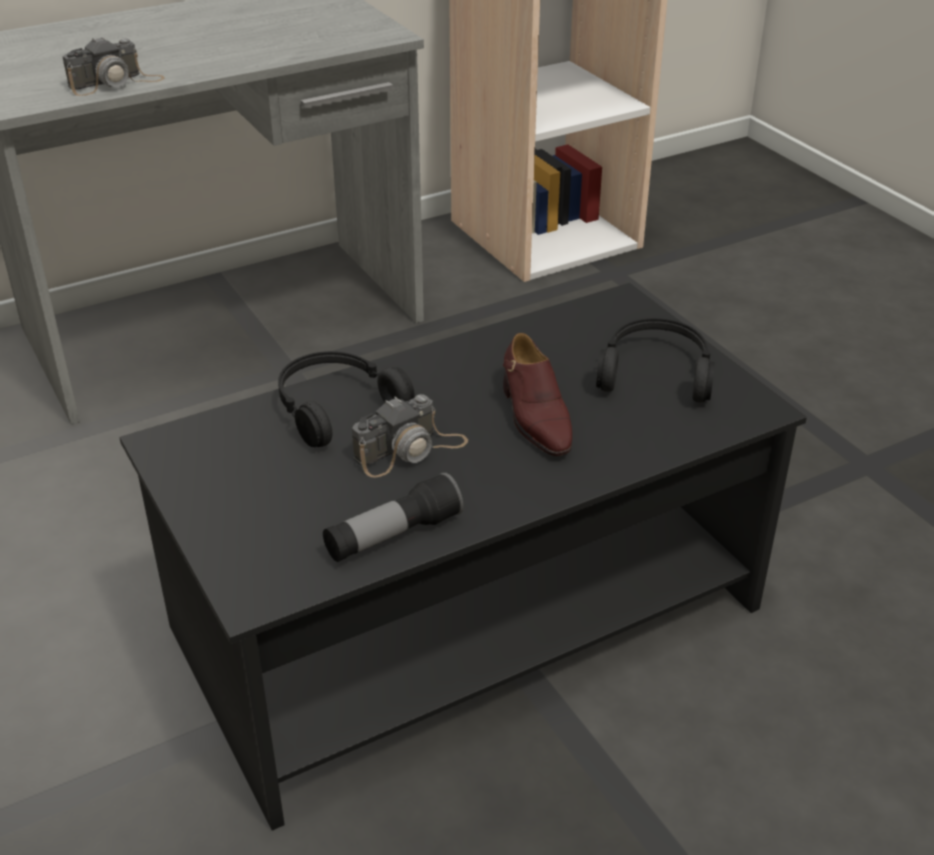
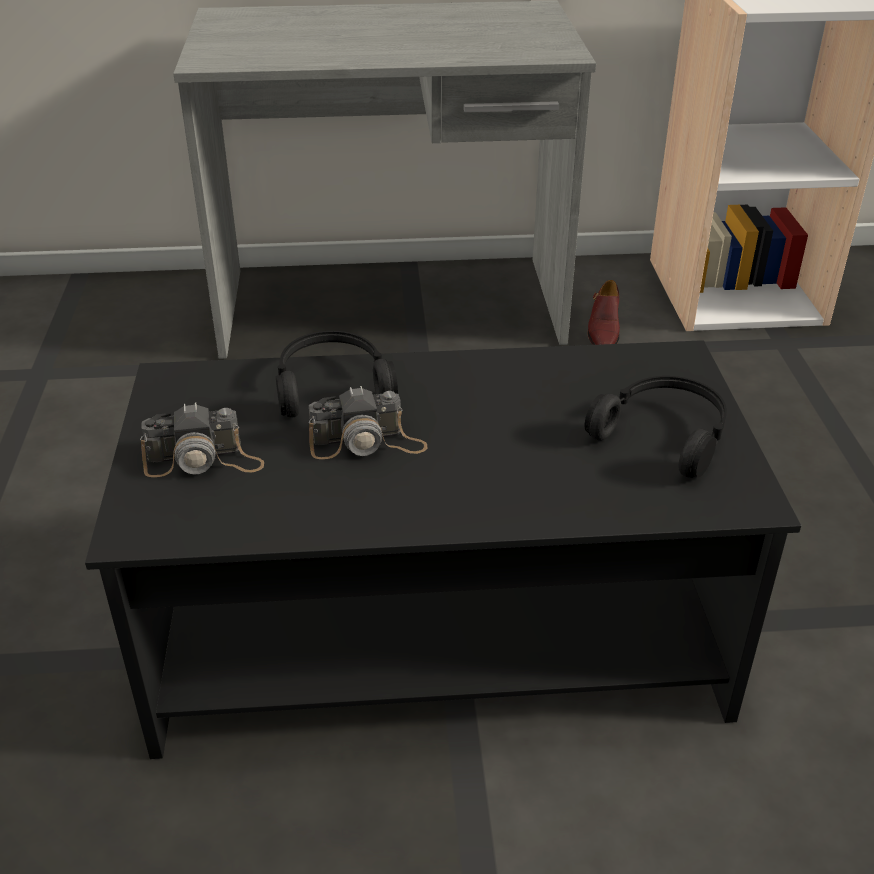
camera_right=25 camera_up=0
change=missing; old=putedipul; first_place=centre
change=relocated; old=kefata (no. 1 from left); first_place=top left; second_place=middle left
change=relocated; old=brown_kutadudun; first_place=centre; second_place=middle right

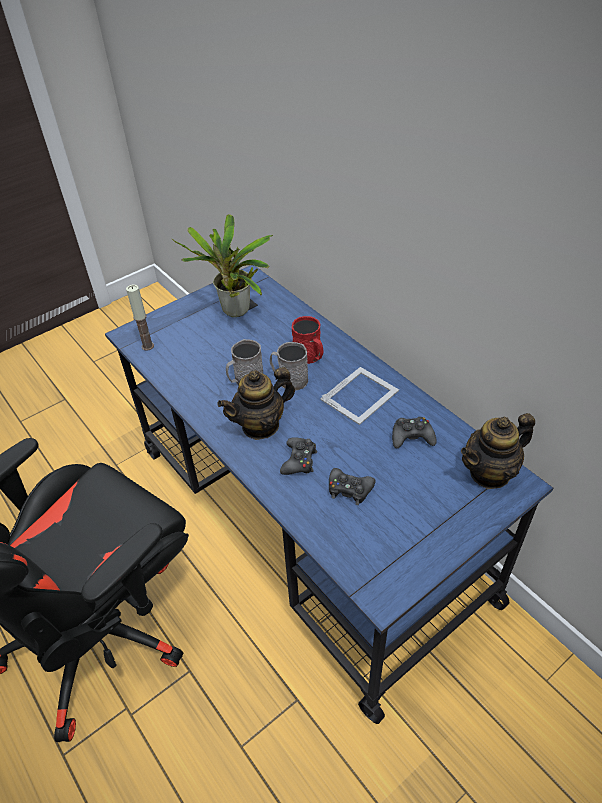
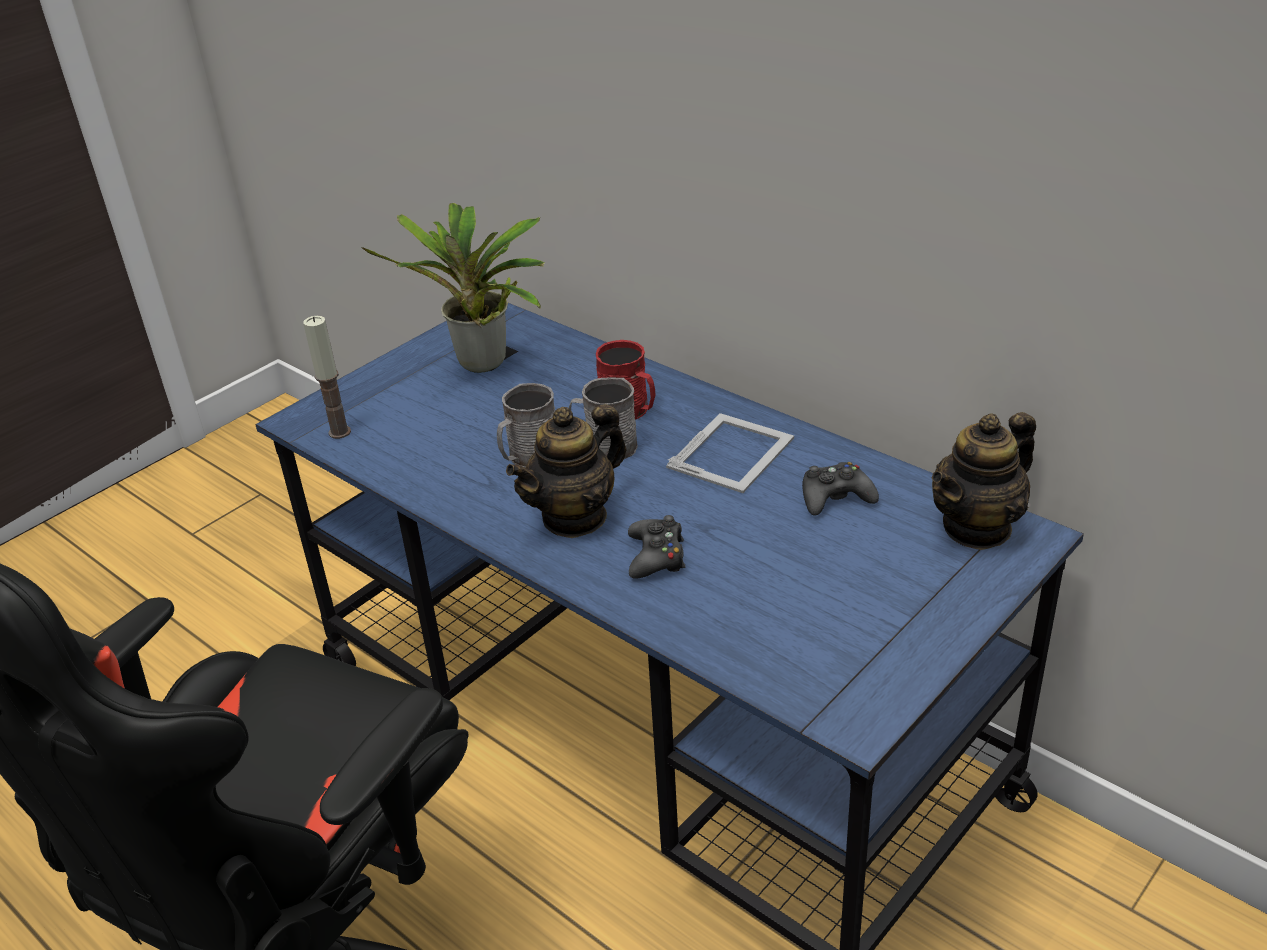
camera_right=-10 camera_up=-10
change=missing; old=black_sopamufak (no. 2 from left); first_place=centre

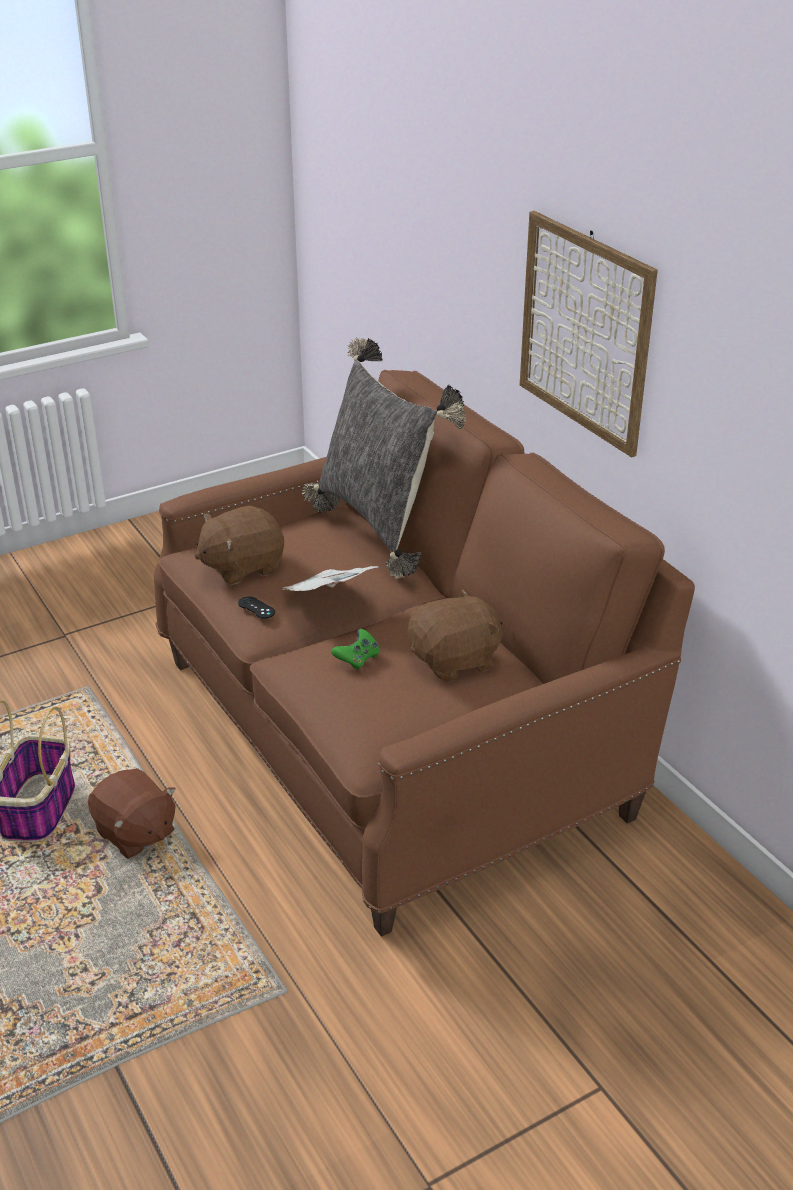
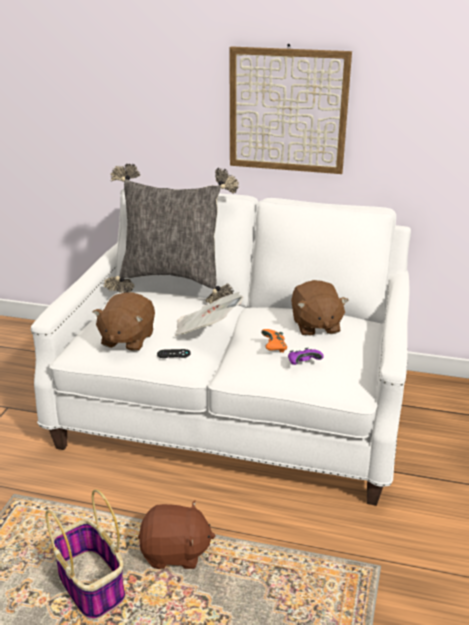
camera_right=-45 camera_up=-5
change=appeared; new=purple_sopamufak; second_place=centre
change=colour; old=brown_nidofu; new=white_nidofu; first_place=centre; second_place=centre
change=colour; old=green_sopamufak; new=orange_sopamufak; first_place=centre; second_place=centre
change=spun; old=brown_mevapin (no. 3 from left); first_place=centre; second_place=middle right; degrees=150

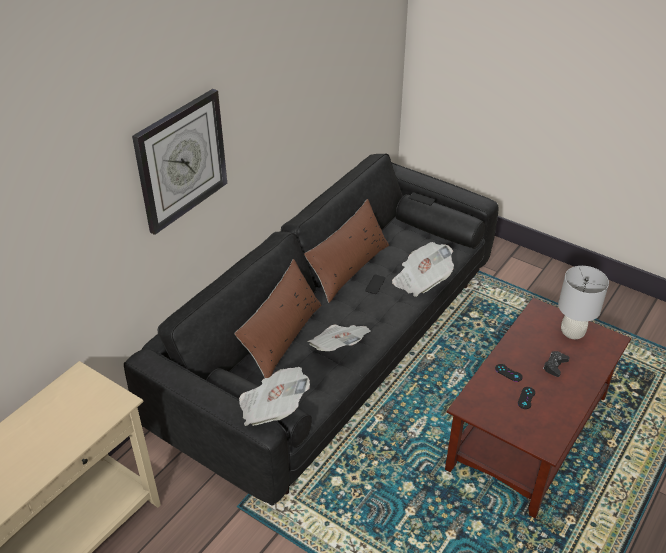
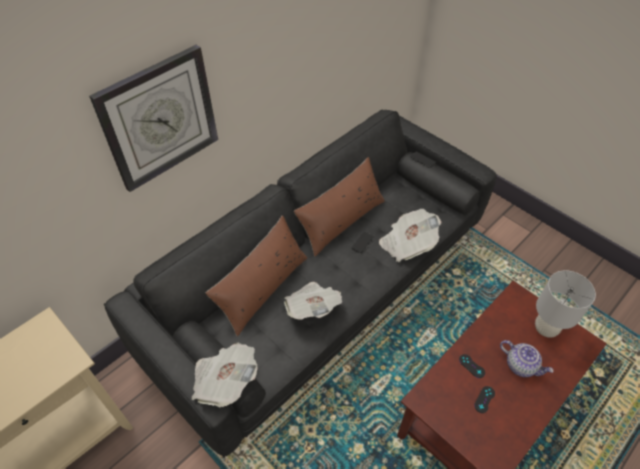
camera_right=10 camera_up=10
change=exchanged; old=black_sopamufak (no. 3 from left); new=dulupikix; first_place=middle right; second_place=bottom right

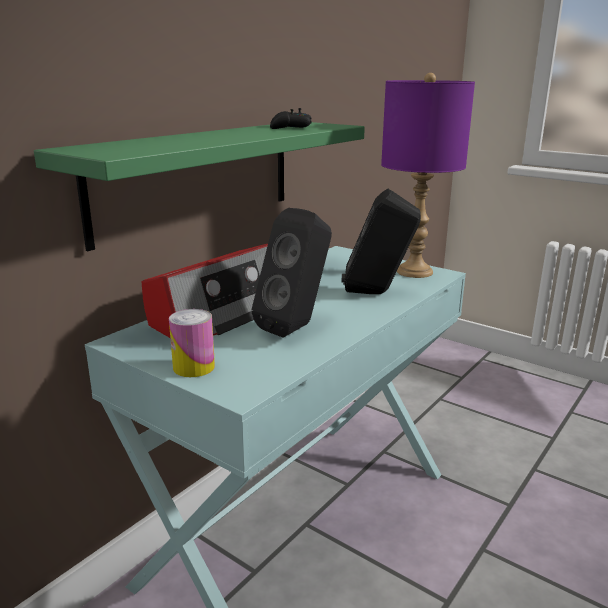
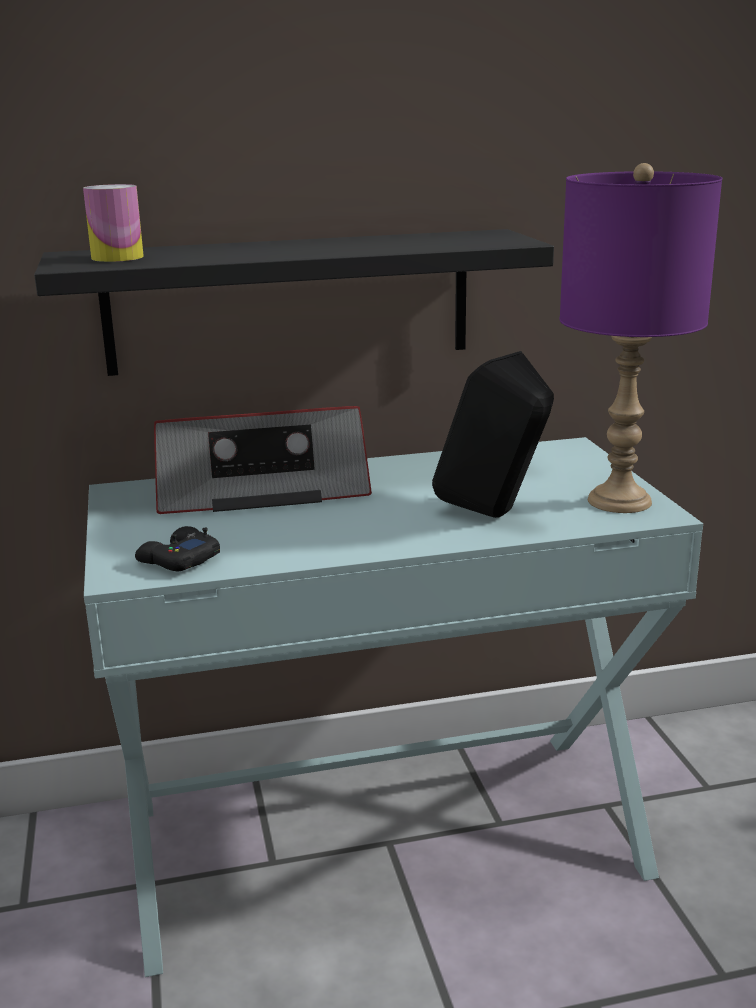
camera_right=40 camera_up=0
change=missing; old=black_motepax (no. 1 from left); first_place=centre
change=relocated; old=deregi; first_place=middle left; second_place=top left
change=relocated; old=black_sopamufak; first_place=top centre; second_place=middle left
change=colour; old=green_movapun; new=black_movapun; first_place=top left; second_place=top centre

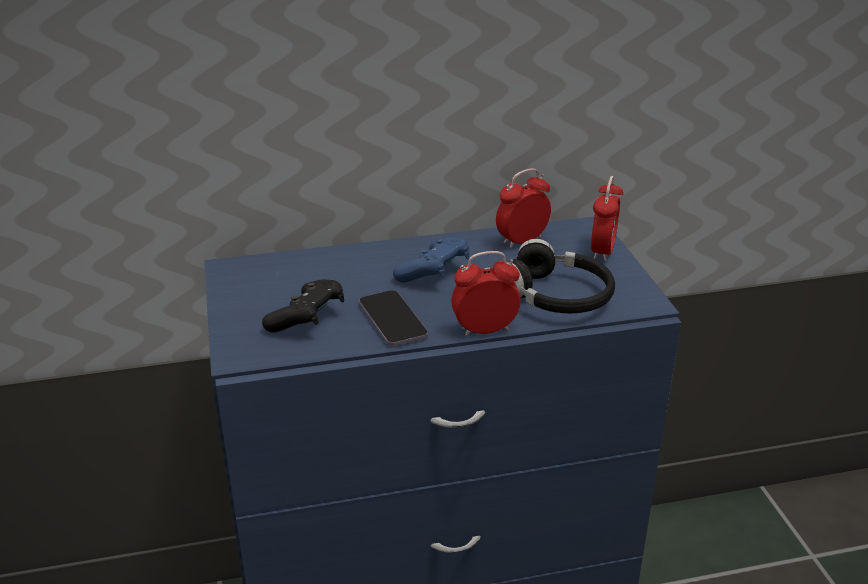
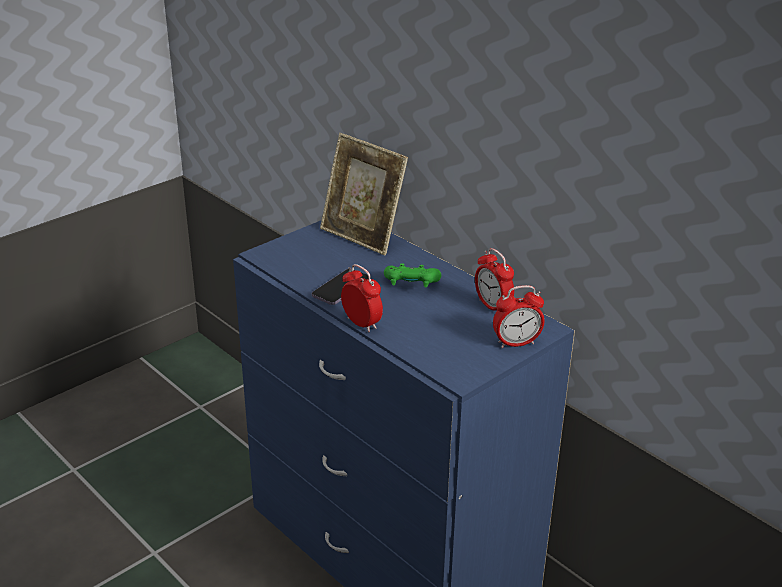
camera_right=60 camera_up=0
change=missing; old=black_sopamufak; first_place=centre
change=missing; old=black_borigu; first_place=centre
change=appeared; new=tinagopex; second_place=top centre
change=colour; old=blue_sopamufak; new=green_sopamufak; first_place=centre; second_place=centre
change=spun; old=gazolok (no. 2 from left); first_place=centre; second_place=centre; degrees=-150

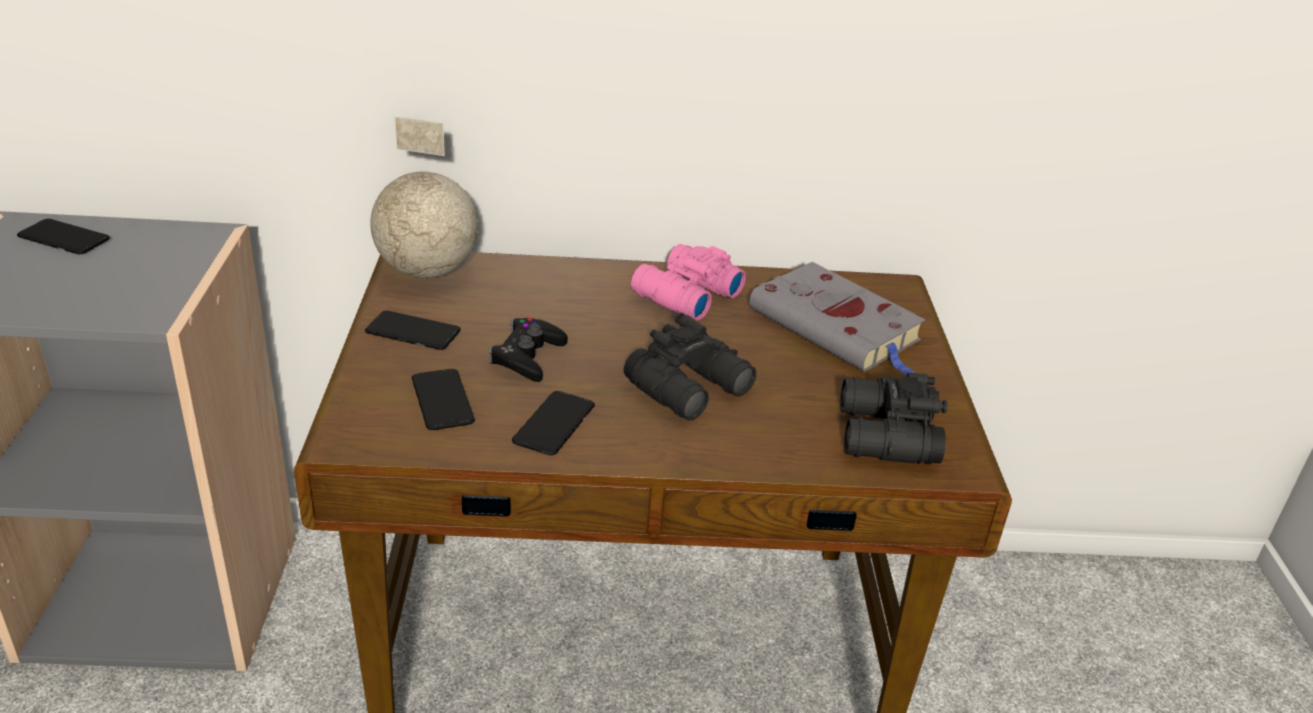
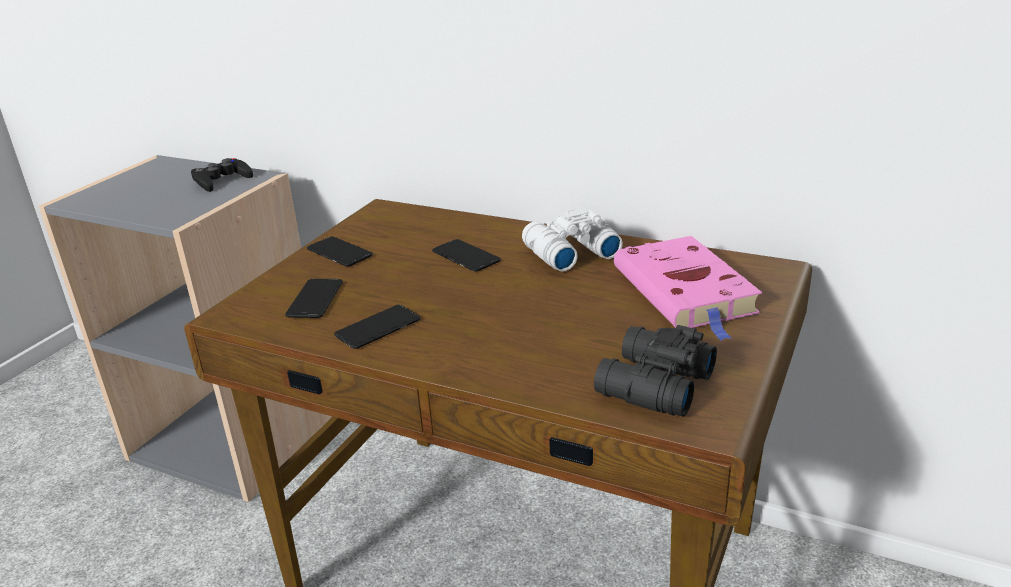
camera_right=30 camera_up=-5
change=missing; old=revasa; first_place=top left
change=missing; old=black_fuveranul (no. 1 from left); first_place=centre
change=relocated; old=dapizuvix (no. 1 from left in the first image); new=dapizuvix (no. 4 from left); first_place=top left; second_place=centre
change=relocated; old=black_sopamufak; first_place=centre; second_place=top left
change=colour; old=pink_fuveranul; new=white_fuveranul; first_place=centre; second_place=centre
change=colour; old=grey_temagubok; new=pink_temagubok; first_place=centre; second_place=middle right

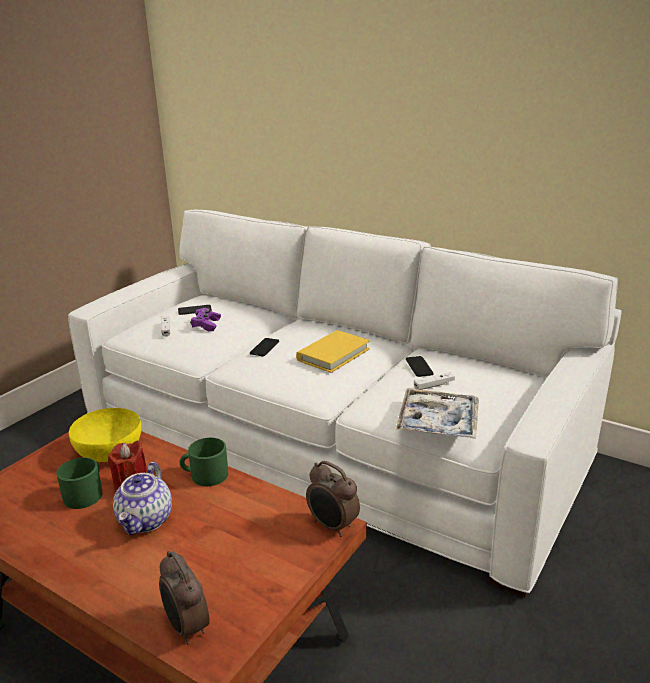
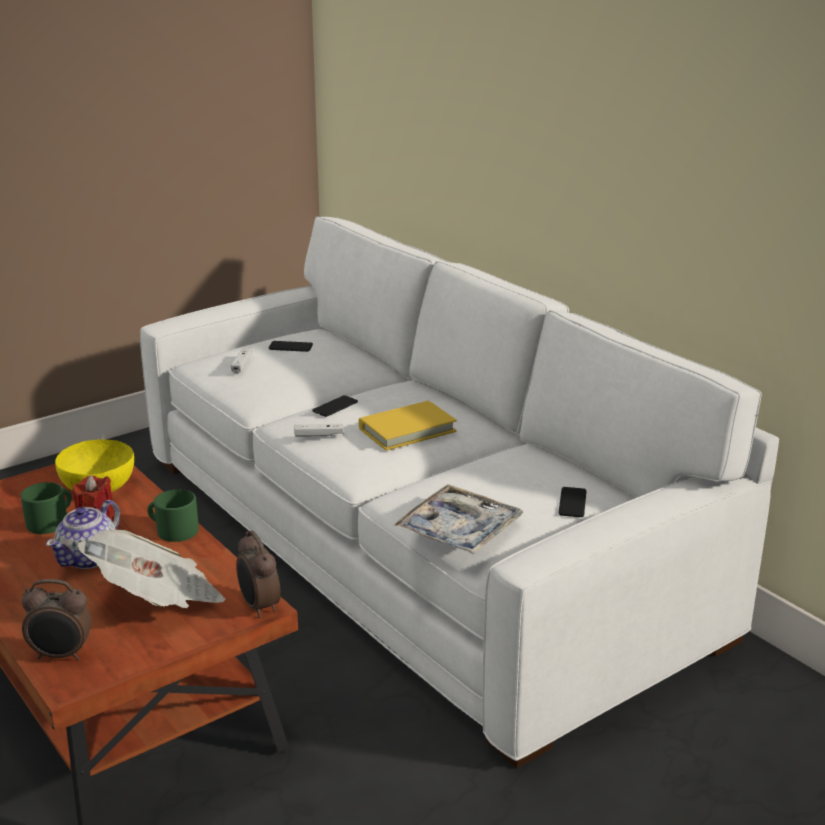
camera_right=20 camera_up=0
change=missing; old=purple_sopamufak; first_place=middle left
change=appeared; new=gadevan; second_place=bottom left
change=relocated; old=dapizuvix (no. 3 from left); first_place=centre; second_place=middle right
change=relocated; old=white_sopamufak (no. 2 from left); first_place=middle right; second_place=centre
change=spun; old=gazolok (no. 1 from left); first_place=bottom left; second_place=bottom left; degrees=-75

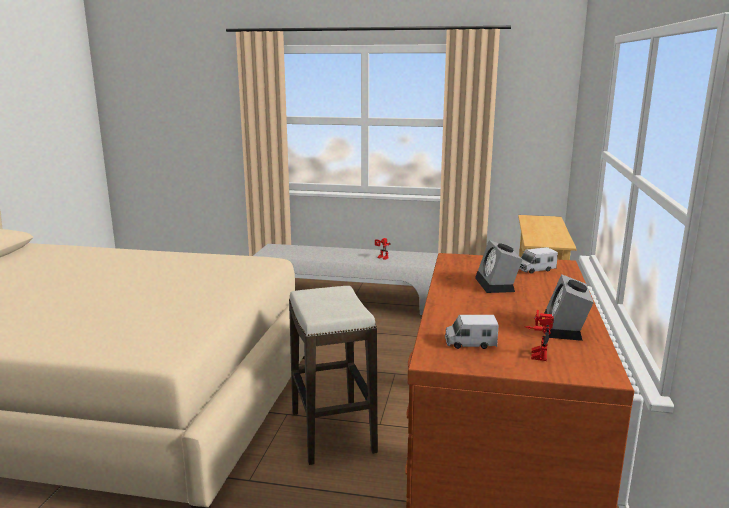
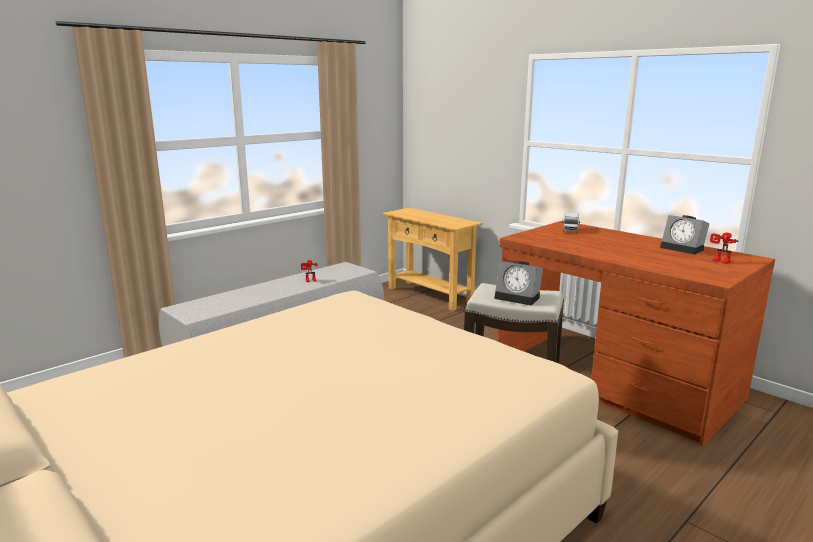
camera_right=-55 camera_up=0
change=missing; old=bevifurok (no. 1 from left); first_place=centre
change=relocated; old=gazolok (no. 1 from left); first_place=middle right; second_place=centre

